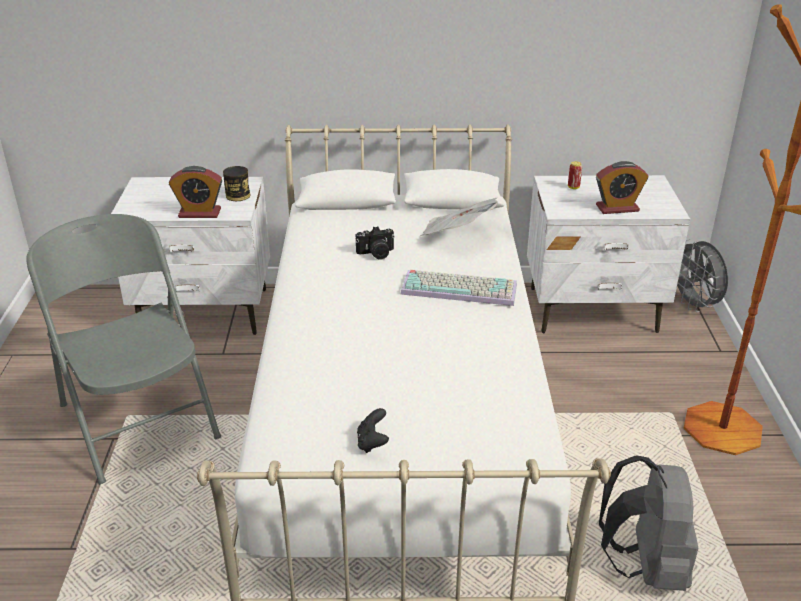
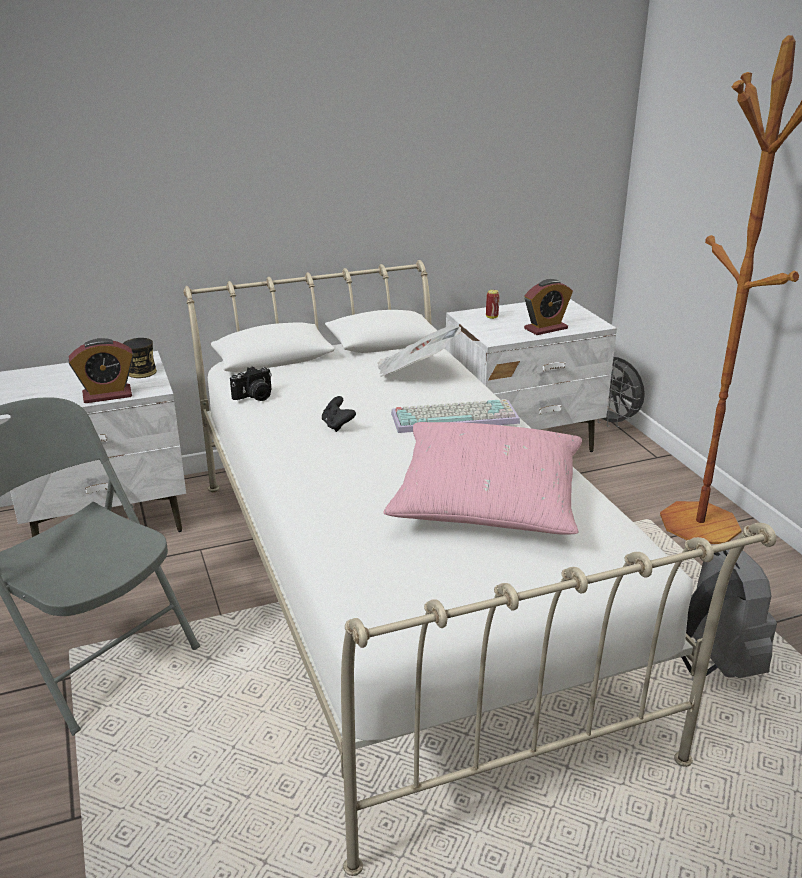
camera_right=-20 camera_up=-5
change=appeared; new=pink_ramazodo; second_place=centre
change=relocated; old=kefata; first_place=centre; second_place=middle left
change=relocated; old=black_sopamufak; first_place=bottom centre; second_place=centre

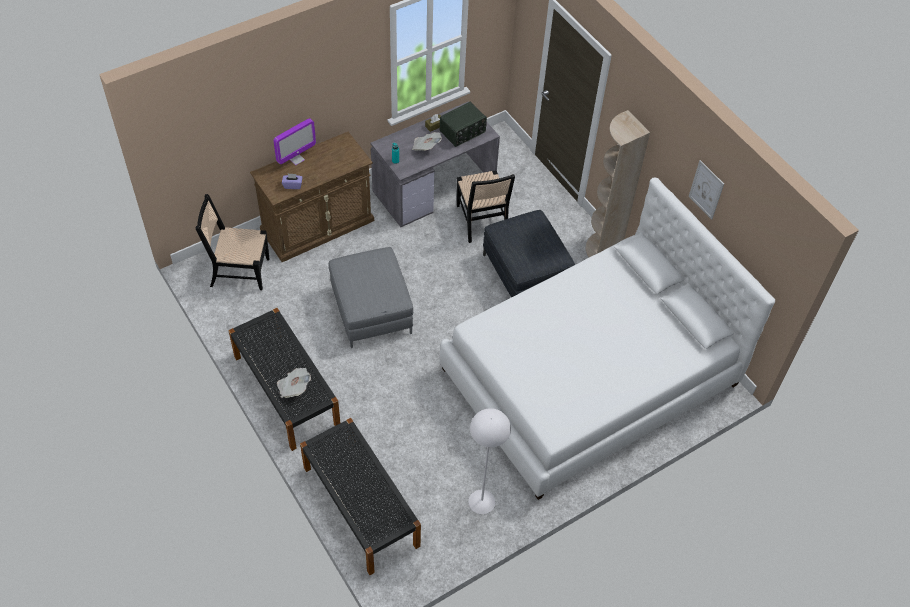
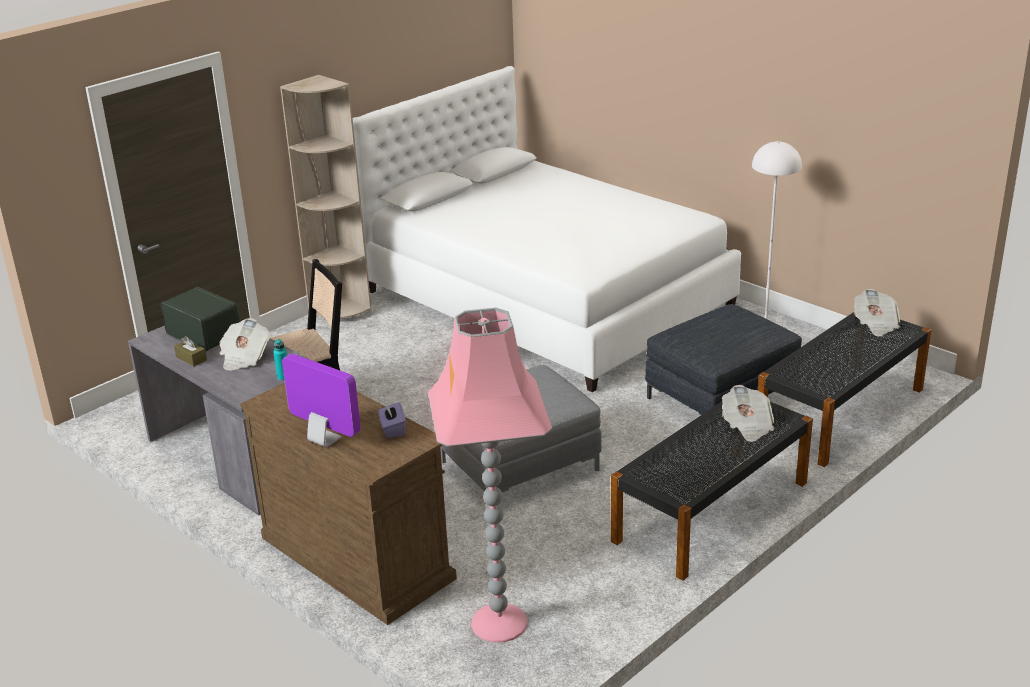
camera_right=-100 camera_up=-25
change=missing; old=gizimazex; first_place=top right
change=appeared; new=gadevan (no. 3 from left); second_place=middle right
change=relocated; old=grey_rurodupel (no. 2 from left); first_place=centre; second_place=middle right
change=exchanged; old=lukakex (no. 1 from left); new=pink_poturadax; first_place=middle left; second_place=bottom centre

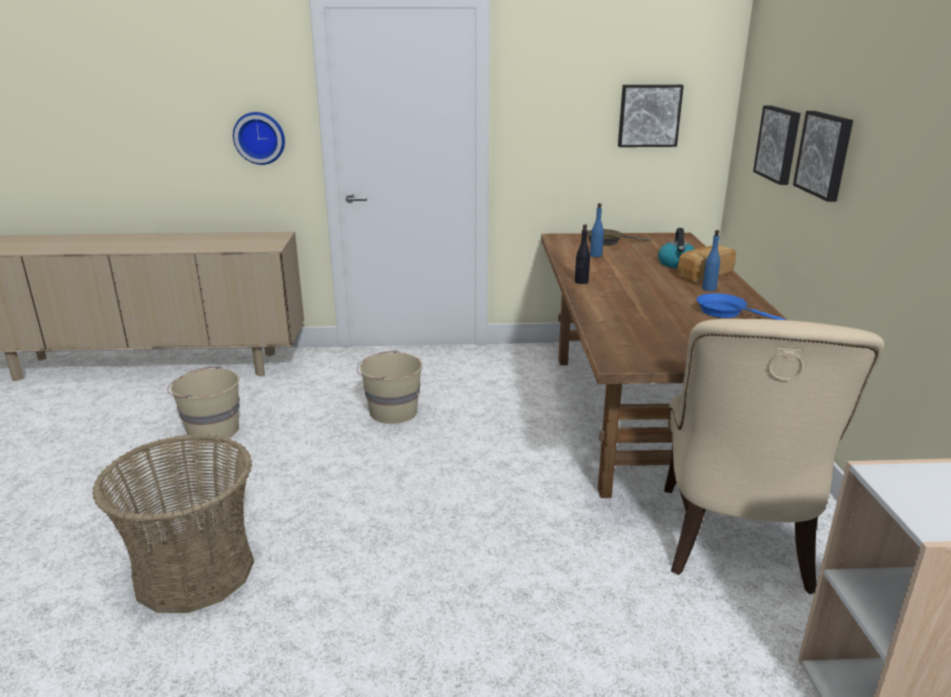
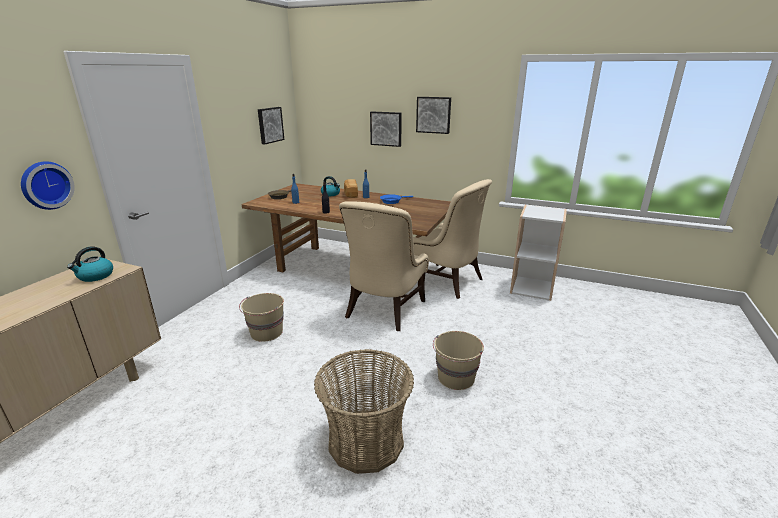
camera_right=-65 camera_up=0
change=appeared; new=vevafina (no. 1 from left); second_place=middle left
change=appeared; new=beige_lukakex (no. 1 from left); second_place=centre
change=relocated; old=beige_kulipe (no. 1 from left in the first image); new=beige_kulipe (no. 2 from left); first_place=middle left; second_place=bottom centre
change=relocated; old=gizimazex (no. 2 from left in the first image); new=gizimazex (no. 3 from left); first_place=top right; second_place=top centre

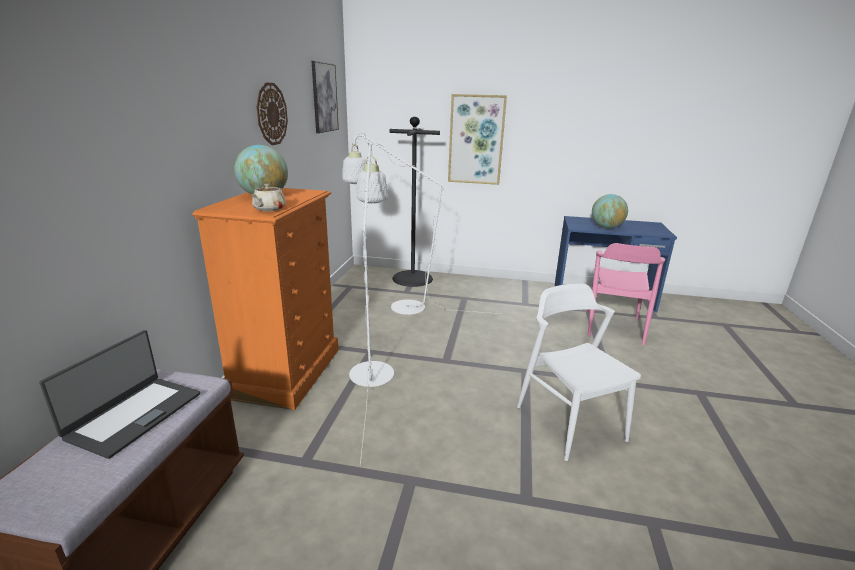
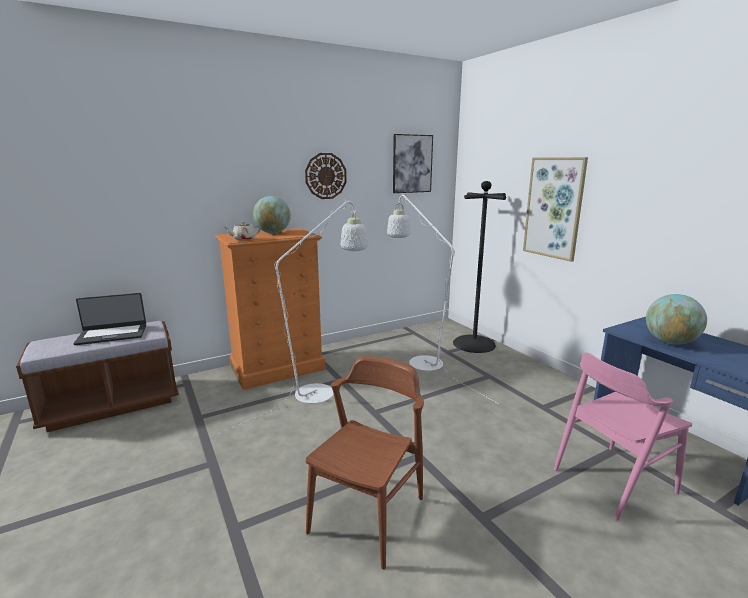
camera_right=50 camera_up=-5
change=colour; old=white_lukakex; new=brown_lukakex; first_place=middle right; second_place=bottom centre

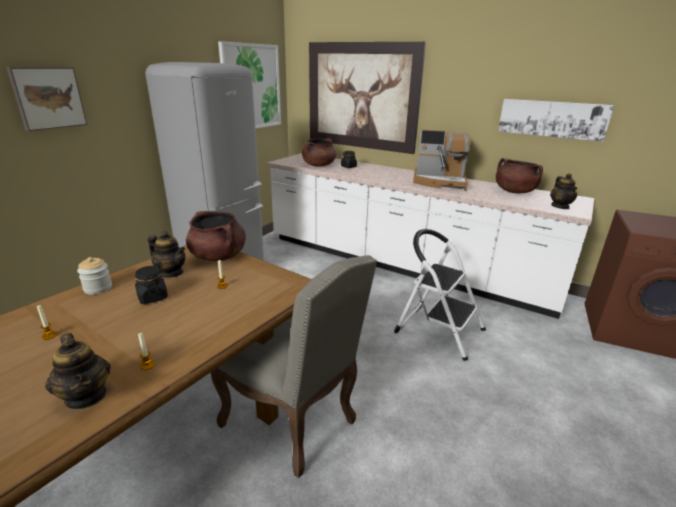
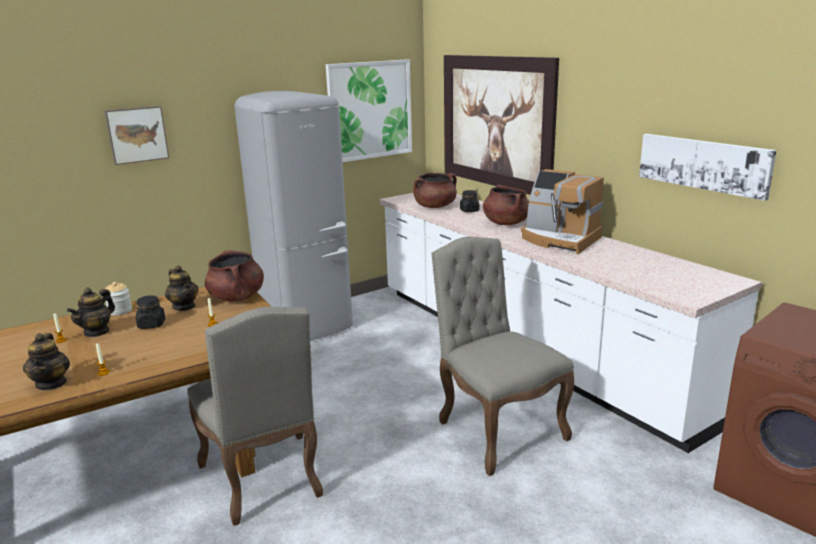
camera_right=25 camera_up=-5
change=relocated; old=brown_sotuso (no. 3 from left); first_place=middle right; second_place=centre
change=relocated; old=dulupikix (no. 3 from left in the first image); new=dulupikix (no. 2 from left); first_place=middle right; second_place=middle left
change=exchanged; old=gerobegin; new=grey_lukakex (no. 2 from left); first_place=centre; second_place=centre

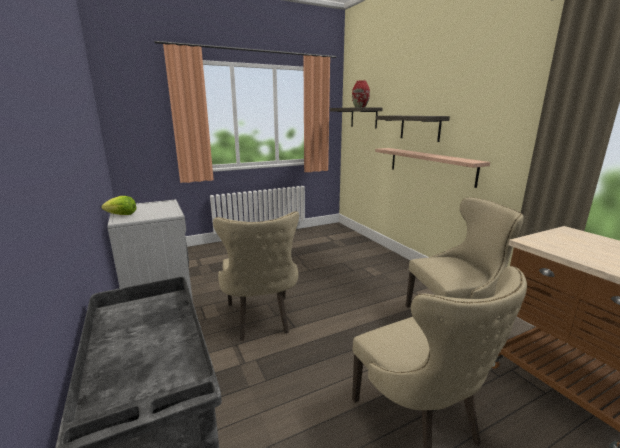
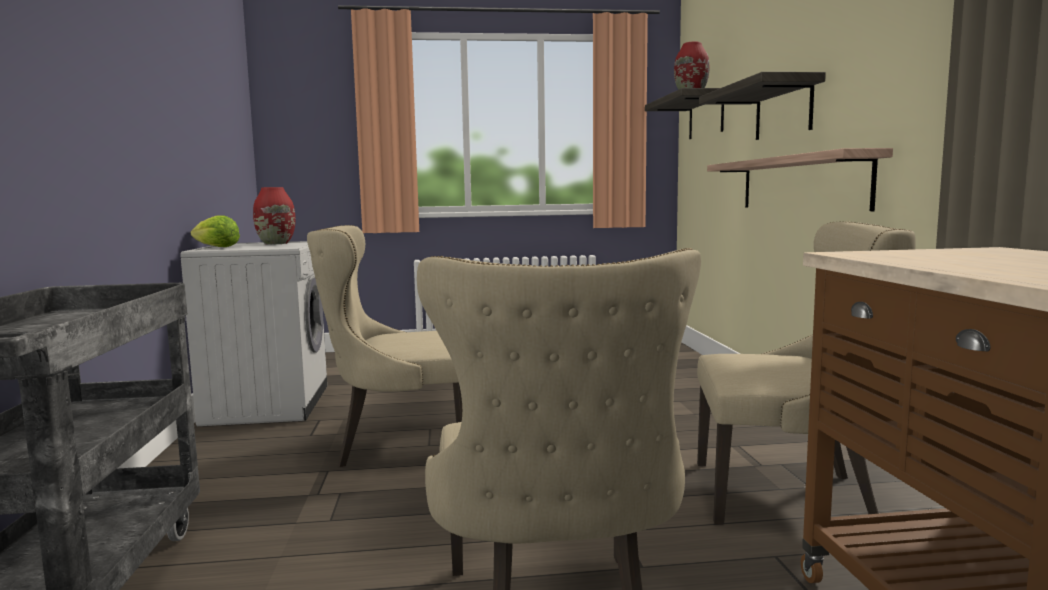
camera_right=20 camera_up=-10
change=appeared; new=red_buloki (no. 1 from left); second_place=middle left
change=spun; old=beige_lukakex (no. 1 from left); first_place=centre; second_place=centre; degrees=75

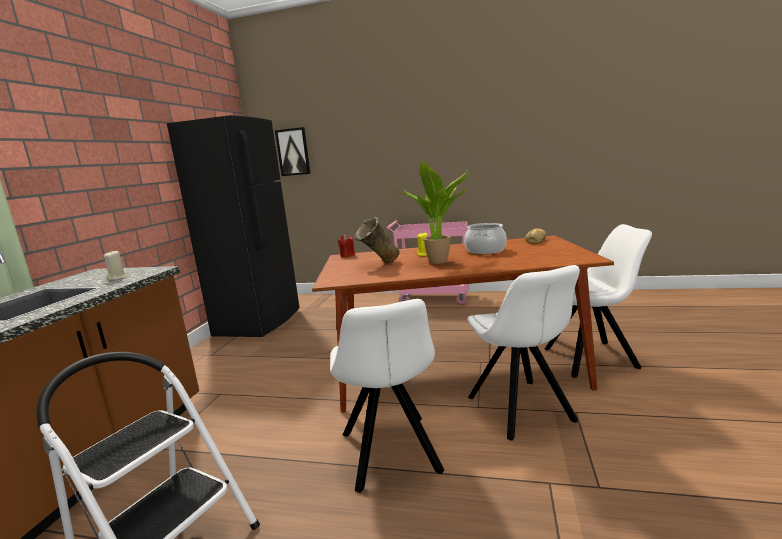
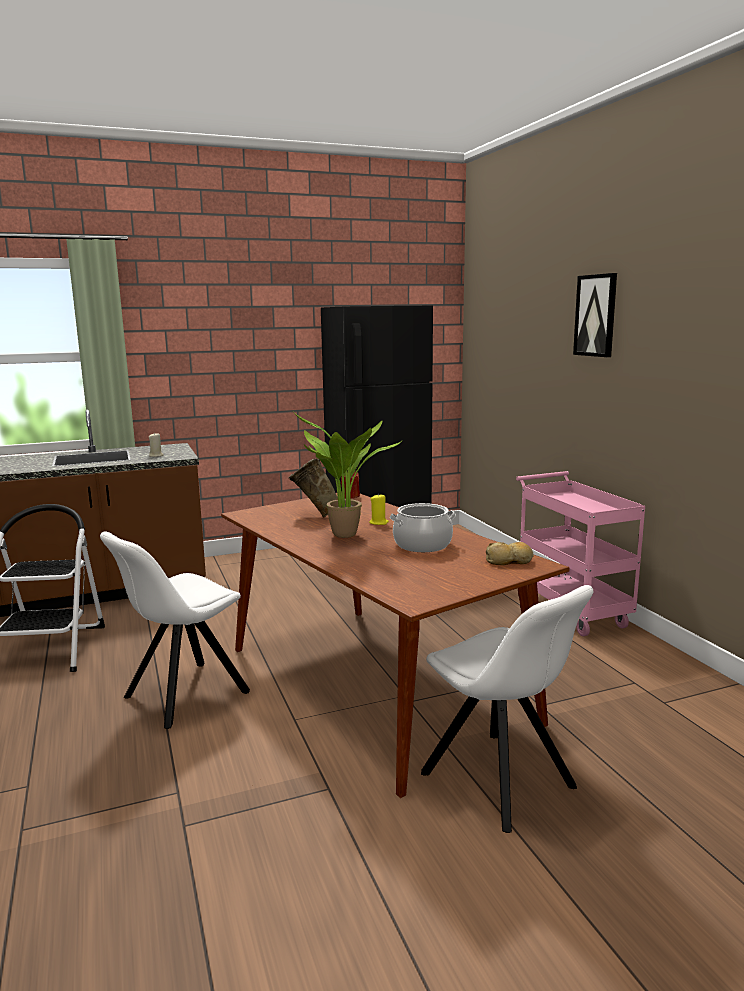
camera_right=55 camera_up=0
change=missing; old=white_lukakex (no. 2 from left); first_place=middle right
change=relocated; old=gizimazex; first_place=top centre; second_place=top right

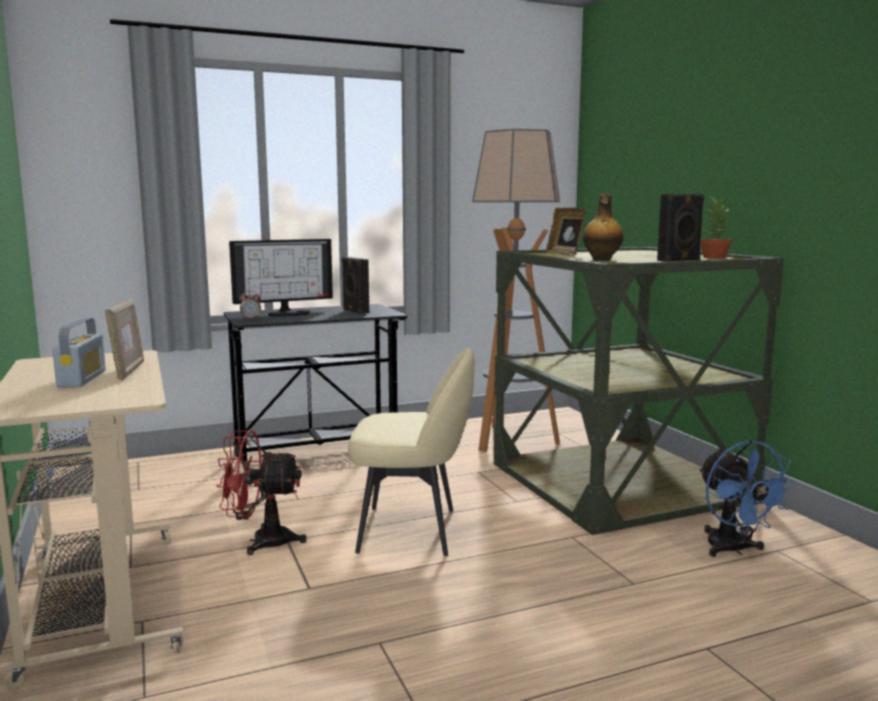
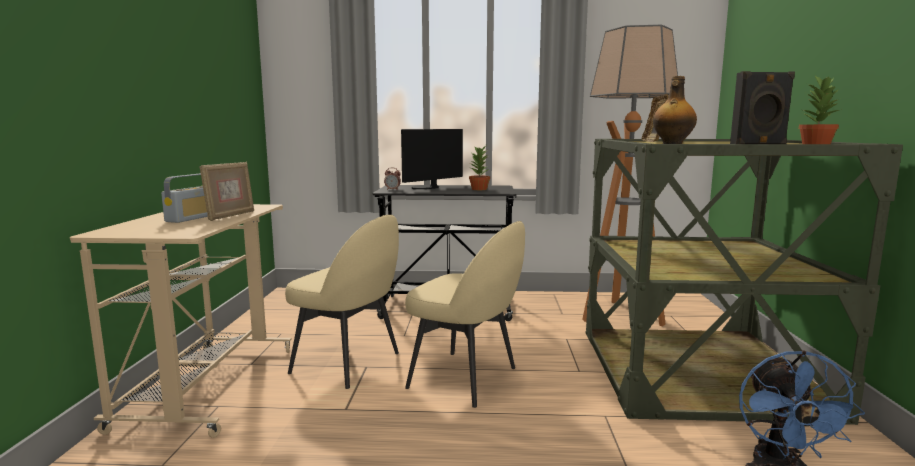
camera_right=25 camera_up=0
change=exchanged; old=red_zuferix; new=beige_lukakex (no. 1 from left); first_place=bottom left; second_place=centre
change=exchanged; old=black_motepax (no. 1 from left); new=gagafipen (no. 1 from left); first_place=centre; second_place=centre
change=spun; old=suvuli; first_place=middle left; second_place=centre; degrees=135

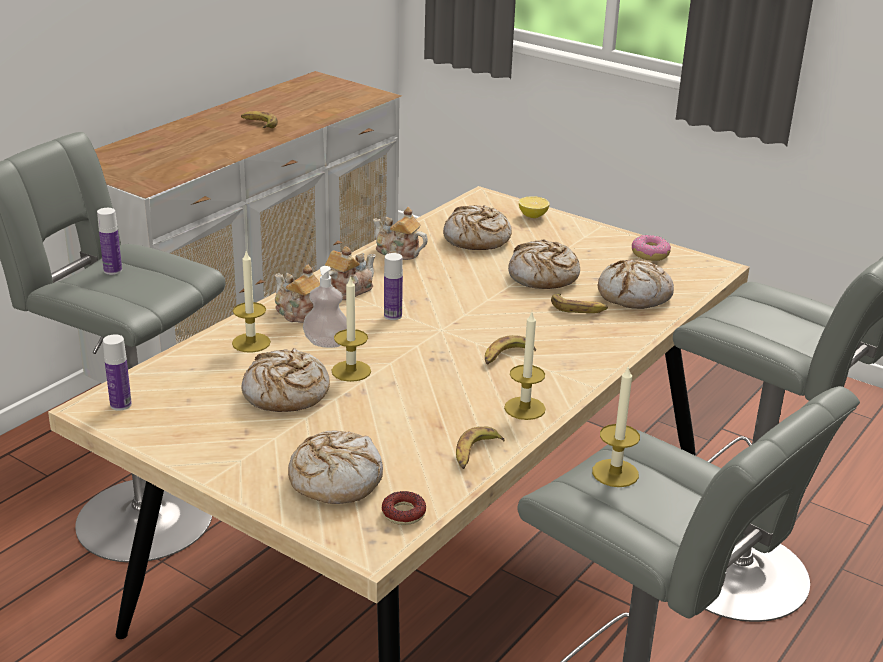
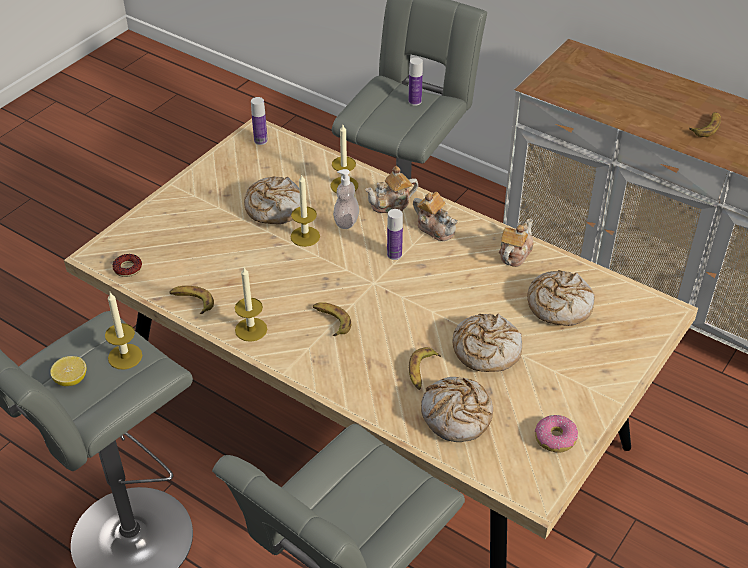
camera_right=90 camera_up=15
change=missing; old=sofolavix (no. 2 from left); first_place=bottom centre
change=relocated; old=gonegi; first_place=top centre; second_place=middle left
change=spun; old=dulupikix (no. 1 from left); first_place=centre; second_place=top centre; degrees=-150

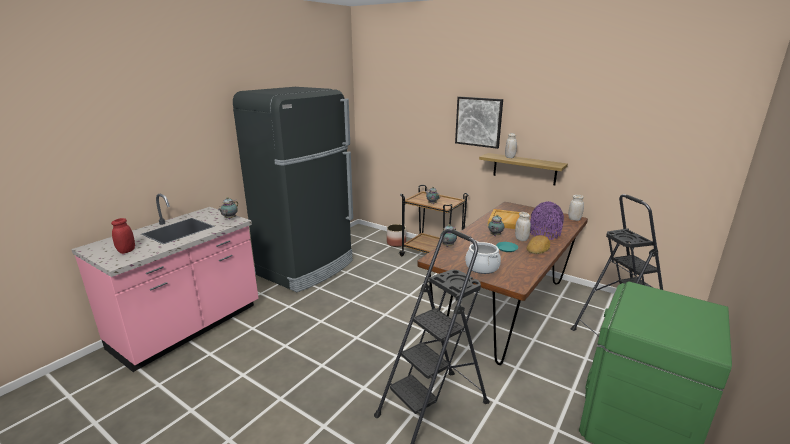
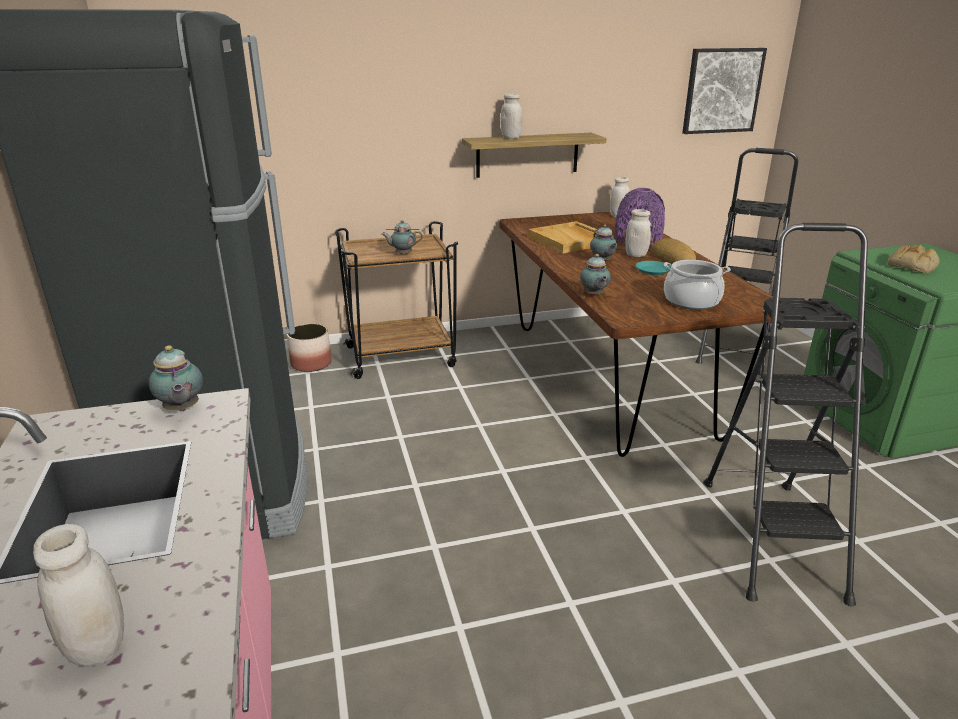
camera_right=-50 camera_up=5
change=appeared; new=sofolavix (no. 2 from left); second_place=middle right
change=relocated; old=gizimazex; first_place=top centre; second_place=top right
change=colour; old=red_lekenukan; new=white_lekenukan (no. 1 from left); first_place=middle left; second_place=bottom left

